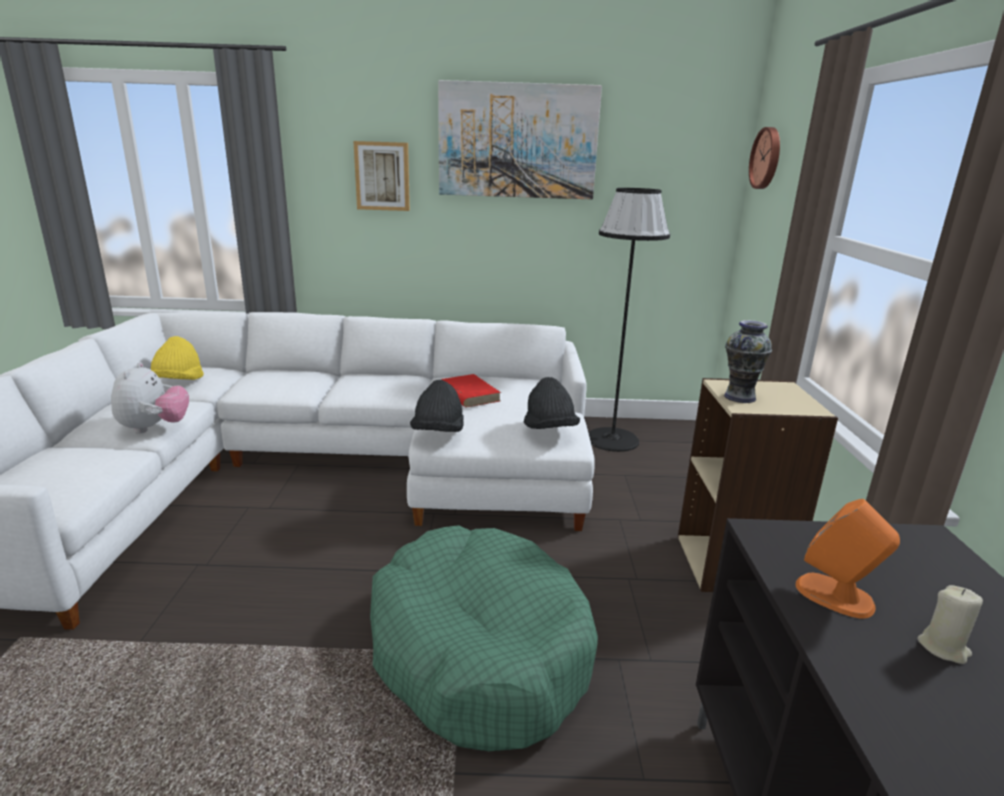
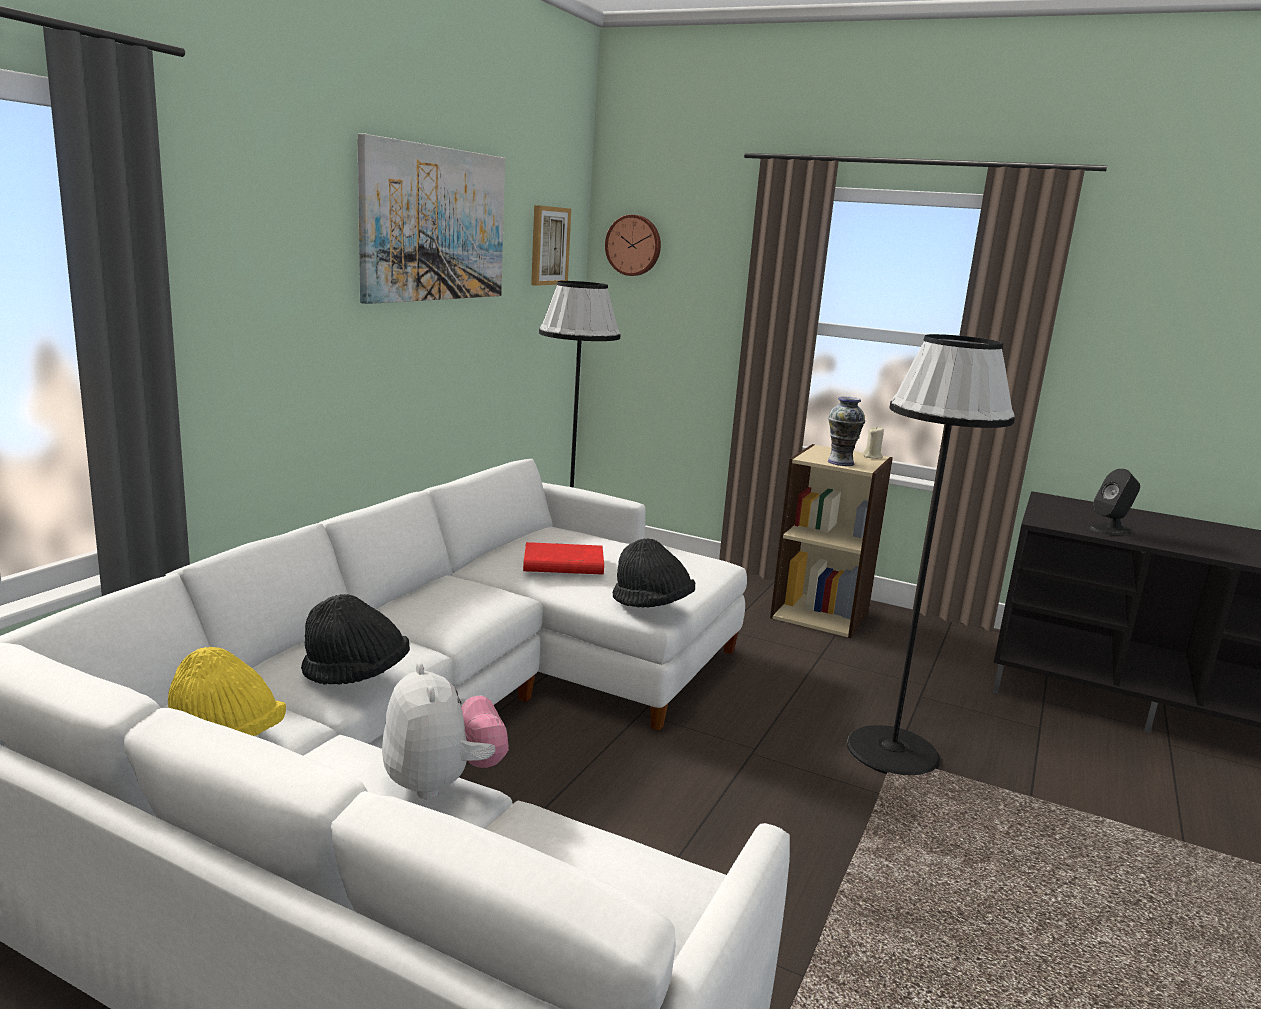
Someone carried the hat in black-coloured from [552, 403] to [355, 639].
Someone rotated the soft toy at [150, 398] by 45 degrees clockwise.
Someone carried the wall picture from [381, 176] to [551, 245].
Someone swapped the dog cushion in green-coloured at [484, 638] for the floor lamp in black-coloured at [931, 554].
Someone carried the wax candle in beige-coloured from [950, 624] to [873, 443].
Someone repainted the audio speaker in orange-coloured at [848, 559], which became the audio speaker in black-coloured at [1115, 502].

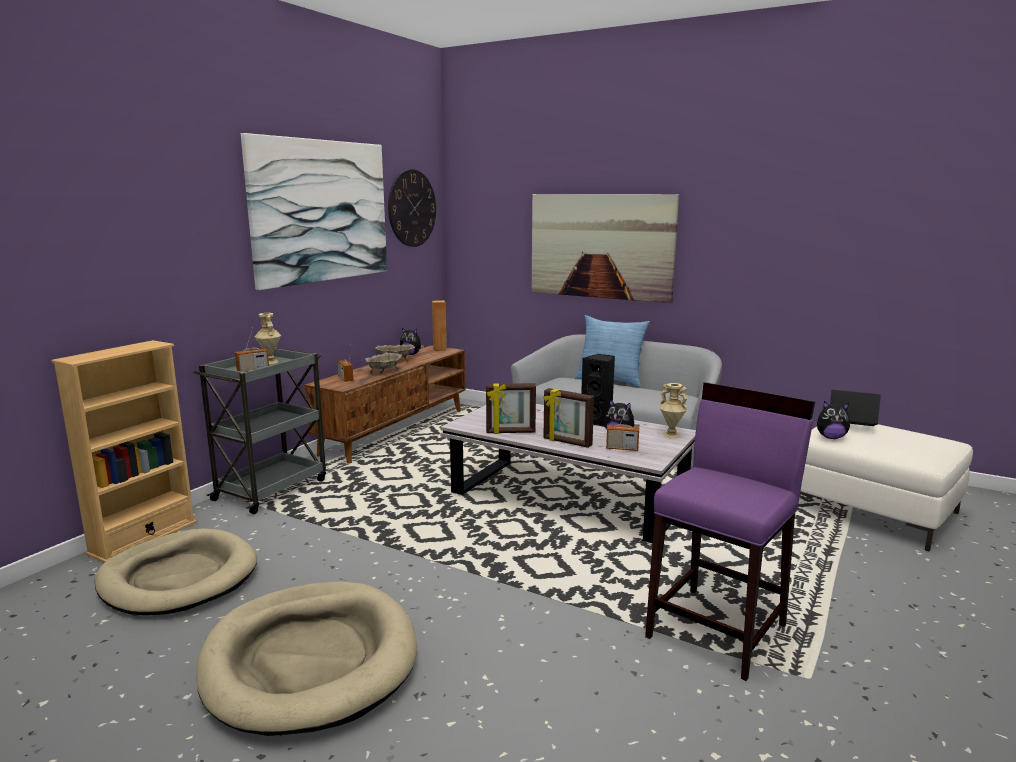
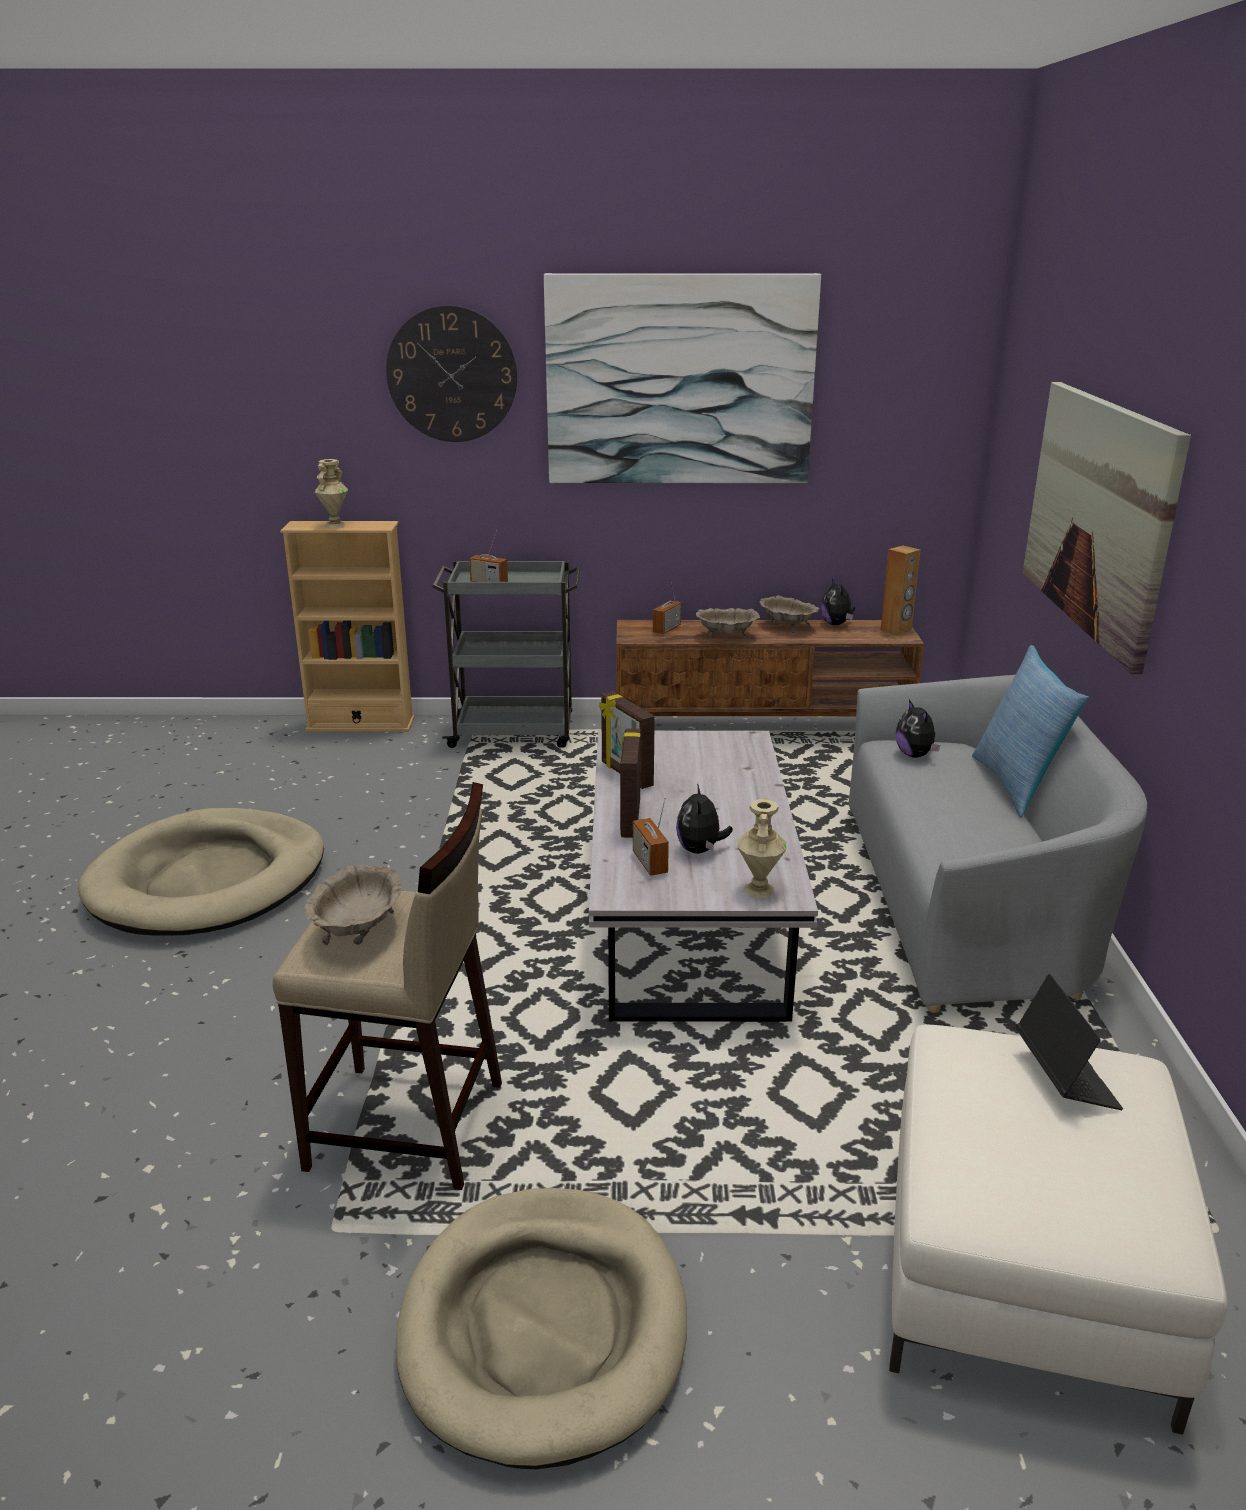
Someone repainted the stool in purple at [730, 531], which became the stool in beige-coloured at [387, 986].
Someone put down the deep dish in beige-coloured at [353, 905].
Someone carried the flower vase in beige-coloured from [268, 338] to [331, 493].
Someone carried the wall clock from [412, 208] to [451, 373].
Someone carried the dog cushion in beige-coloured from [176, 571] to [541, 1328].
Someone carried the soft toy from [833, 420] to [918, 728].
Someone took away the audio speaker in black-coloured at [598, 390].

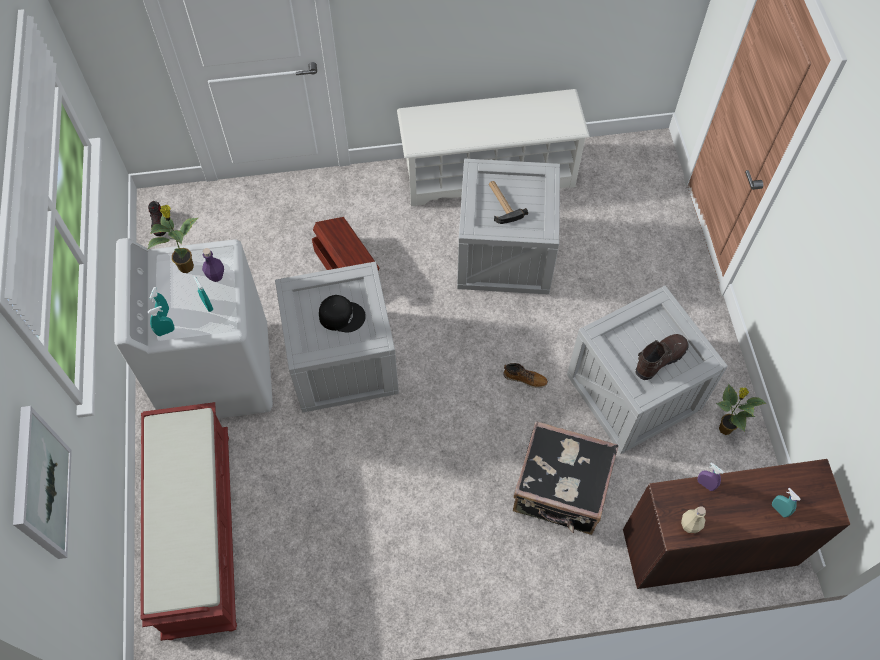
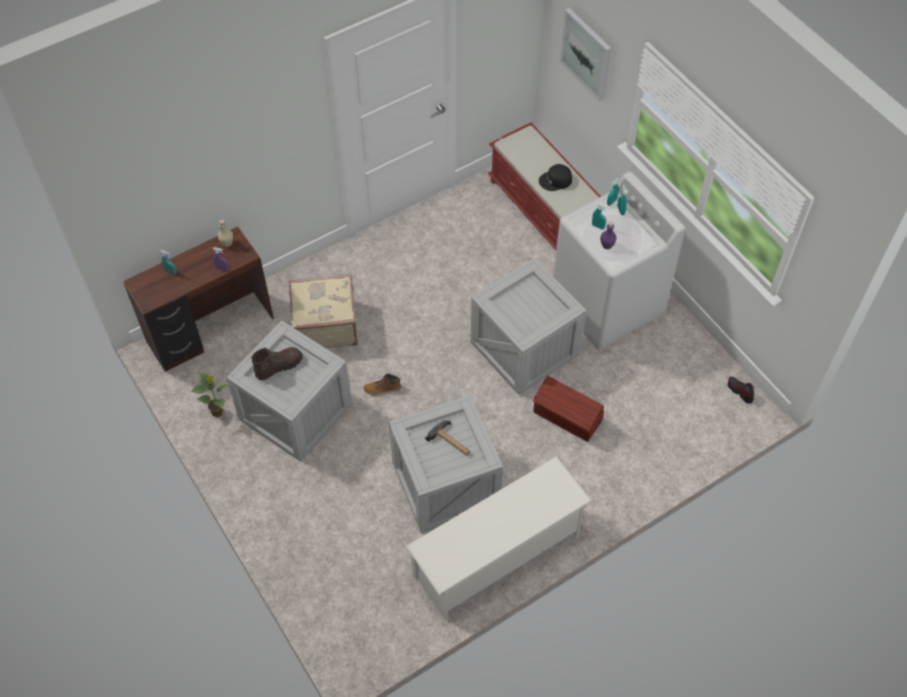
Someone rotated the high-top boot in brownish at [662, 357] by 150 degrees counterclockwise.
Someone repainted the suitcase in black-coloured at [565, 478], which became the suitcase in beige-coloured at [323, 311].
Someone carried the peaked cap in black-coloured from [342, 313] to [555, 177].
Someone took away the houseplant at [172, 239].

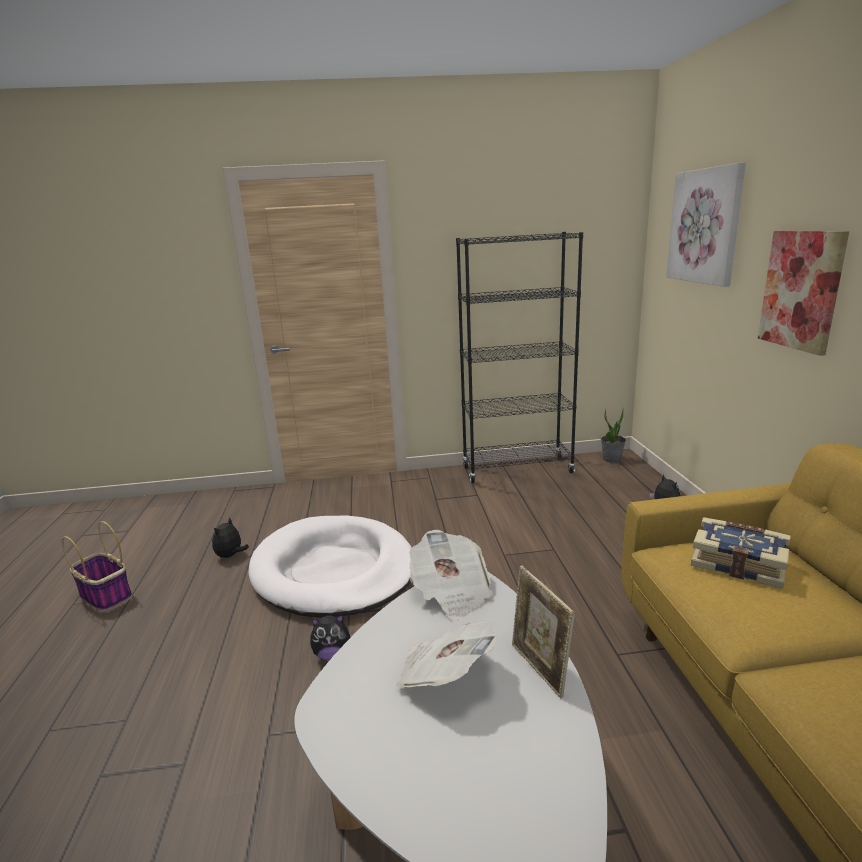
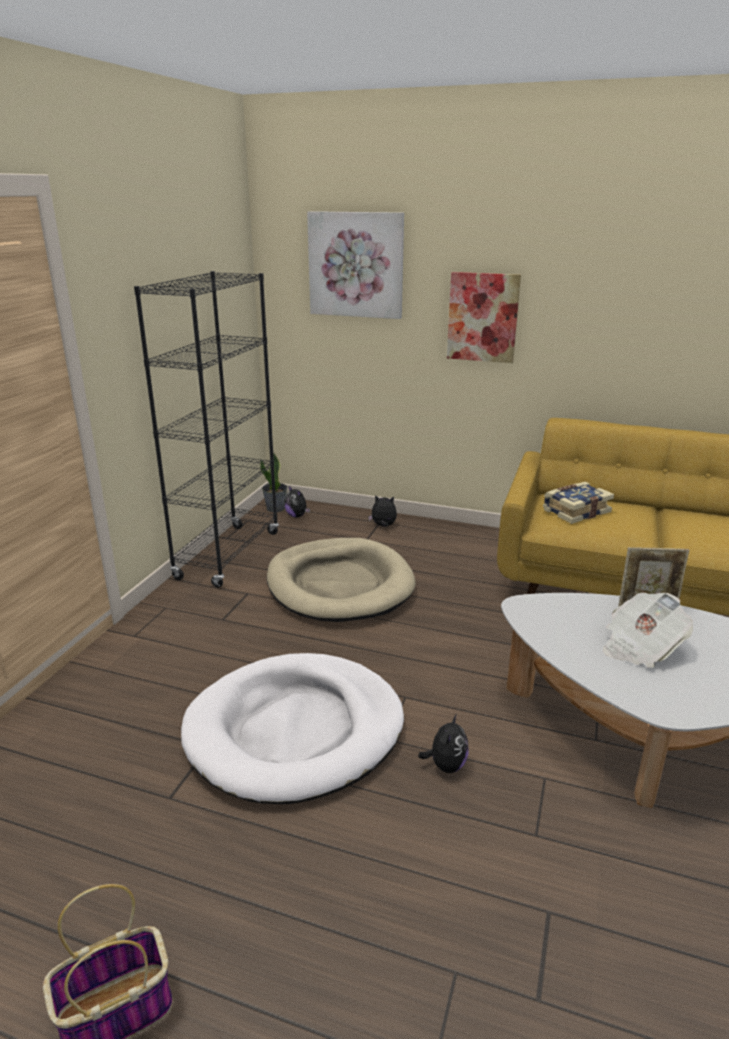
Someone put down the dog cushion in beige-coloured at [341, 580].
Someone carried the soft toy from [230, 537] to [297, 502].
Someone took away the newspaper at [451, 575].

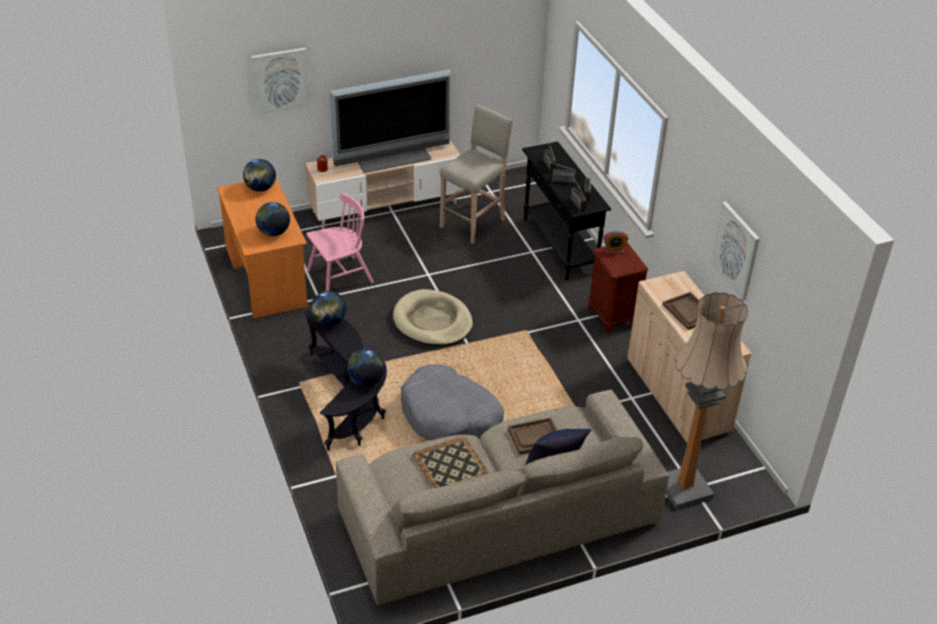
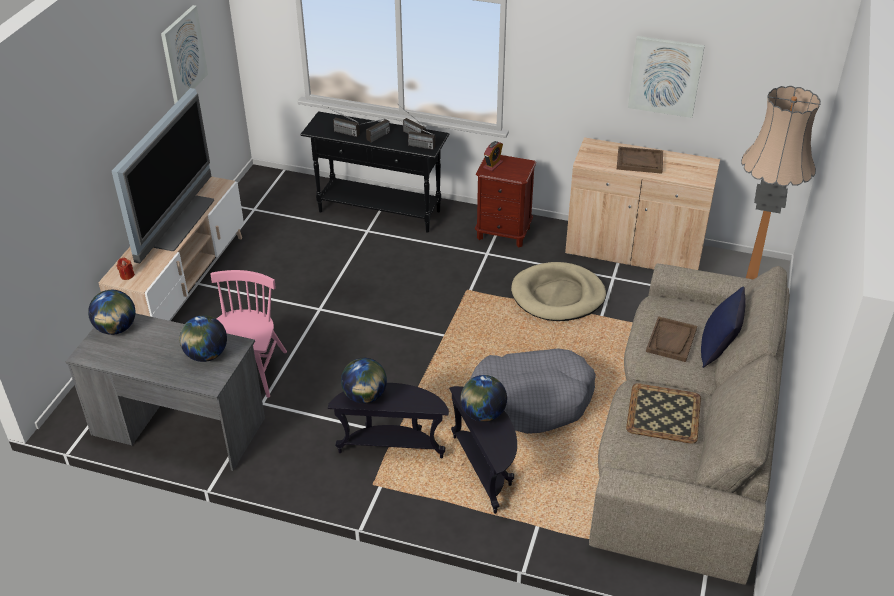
Someone repainted the desk in orange-coloured at [262, 248], which became the desk in greyish at [165, 392].
Someone carried the wall picture from [280, 81] to [184, 54].
Someone carried the dog cushion in beige-coloured from [433, 317] to [558, 291].
Someone took away the stool in beige-coloured at [476, 174].

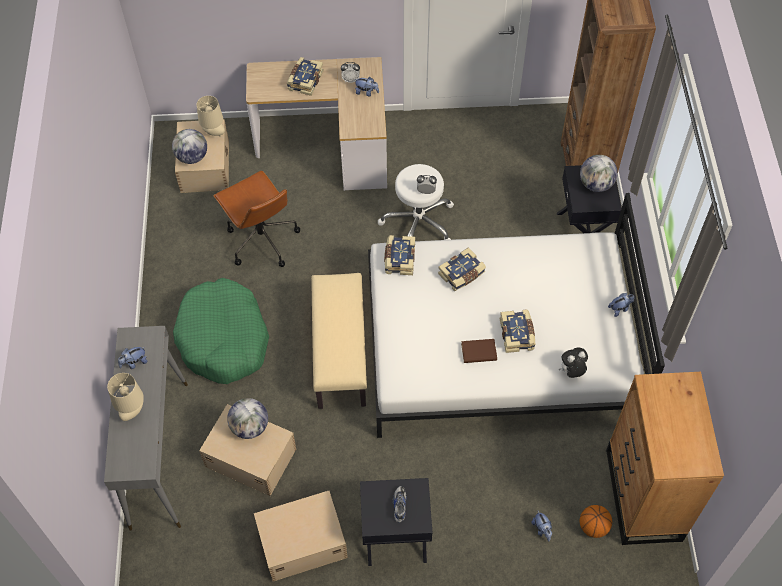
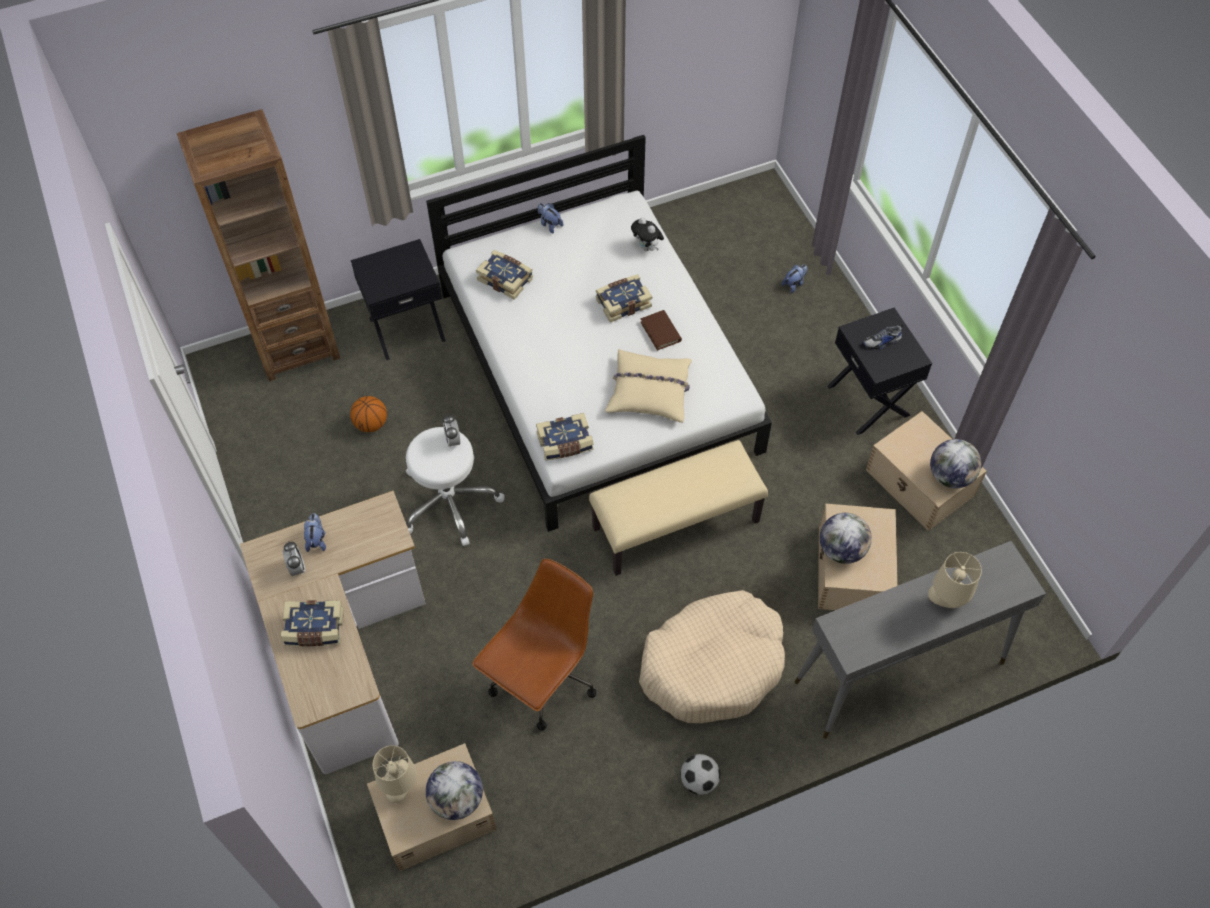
Someone carried the basketball from [595, 521] to [368, 414].
Someone carried the volume from [462, 269] to [504, 275].
Someone put down the pillow in beige-coloured at [648, 386].
Someone repainted the dog cushion in green-coloured at [221, 331], which became the dog cushion in beige-coloured at [712, 656].
Someone put down the football ball at [700, 774].
Someone carried the world globe from [599, 173] to [955, 463].
Someone took away the soft toy at [133, 358].
Someone took away the dresser in brownish at [665, 458].

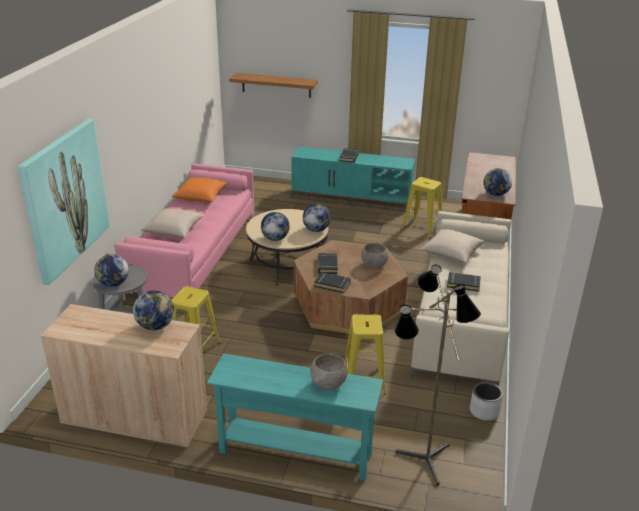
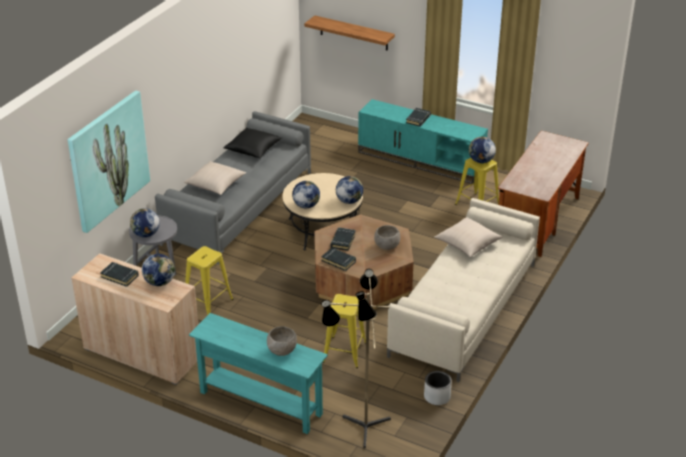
Someone carried the volume in black-coloured from [464, 282] to [119, 274].
Someone repainted the sofa in pink-coloured at [184, 231], which became the sofa in greyish at [233, 188].
Someone repainted the pillow in orange-coloured at [200, 190], which became the pillow in black-coloured at [252, 143].
Someone carried the world globe from [497, 182] to [482, 150].

